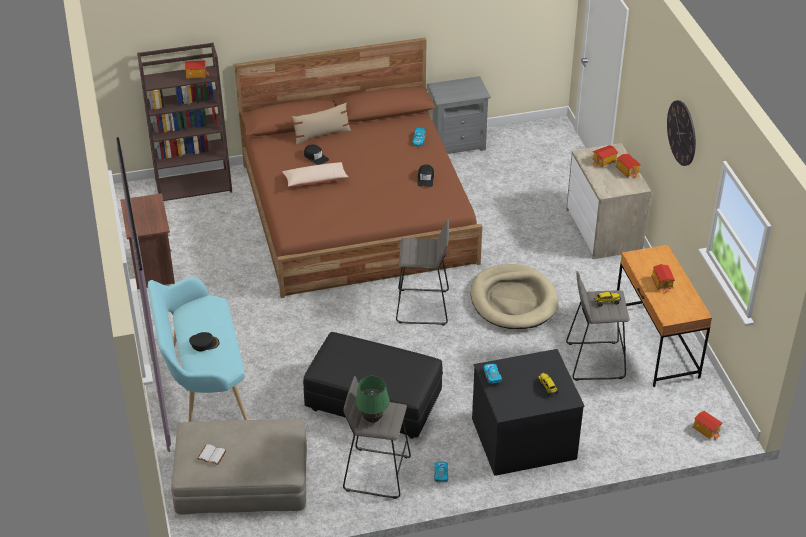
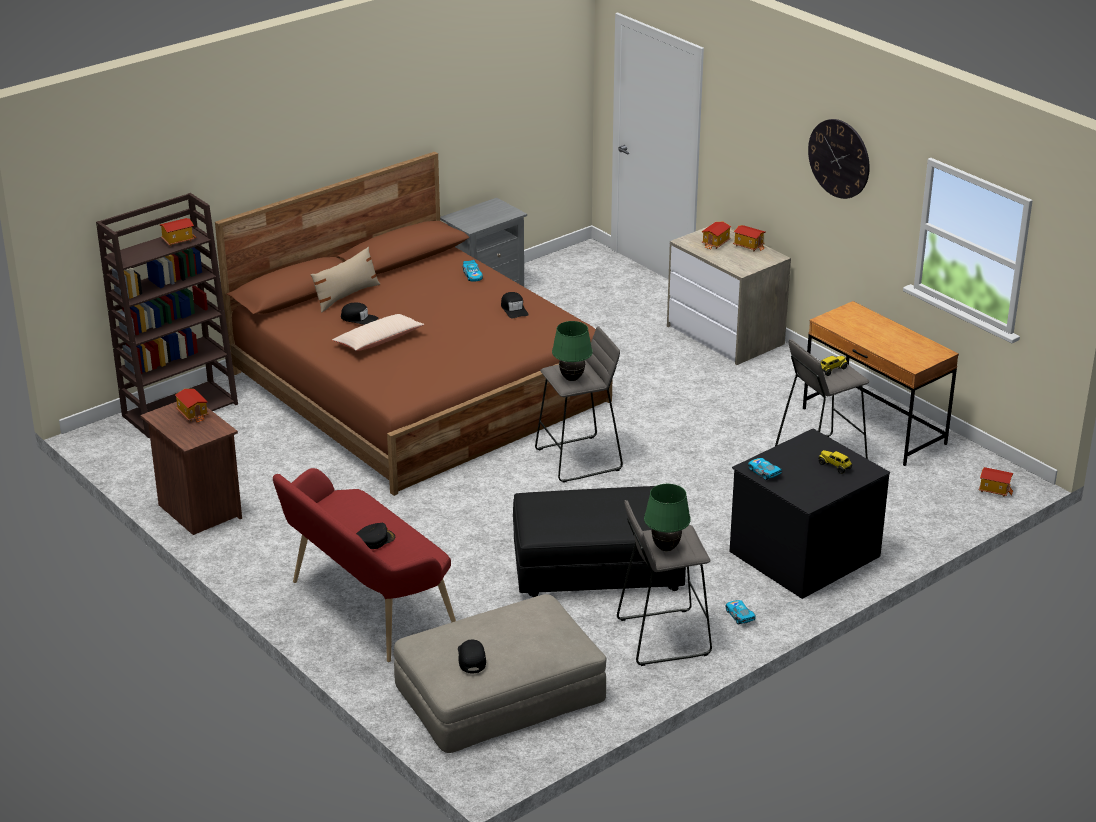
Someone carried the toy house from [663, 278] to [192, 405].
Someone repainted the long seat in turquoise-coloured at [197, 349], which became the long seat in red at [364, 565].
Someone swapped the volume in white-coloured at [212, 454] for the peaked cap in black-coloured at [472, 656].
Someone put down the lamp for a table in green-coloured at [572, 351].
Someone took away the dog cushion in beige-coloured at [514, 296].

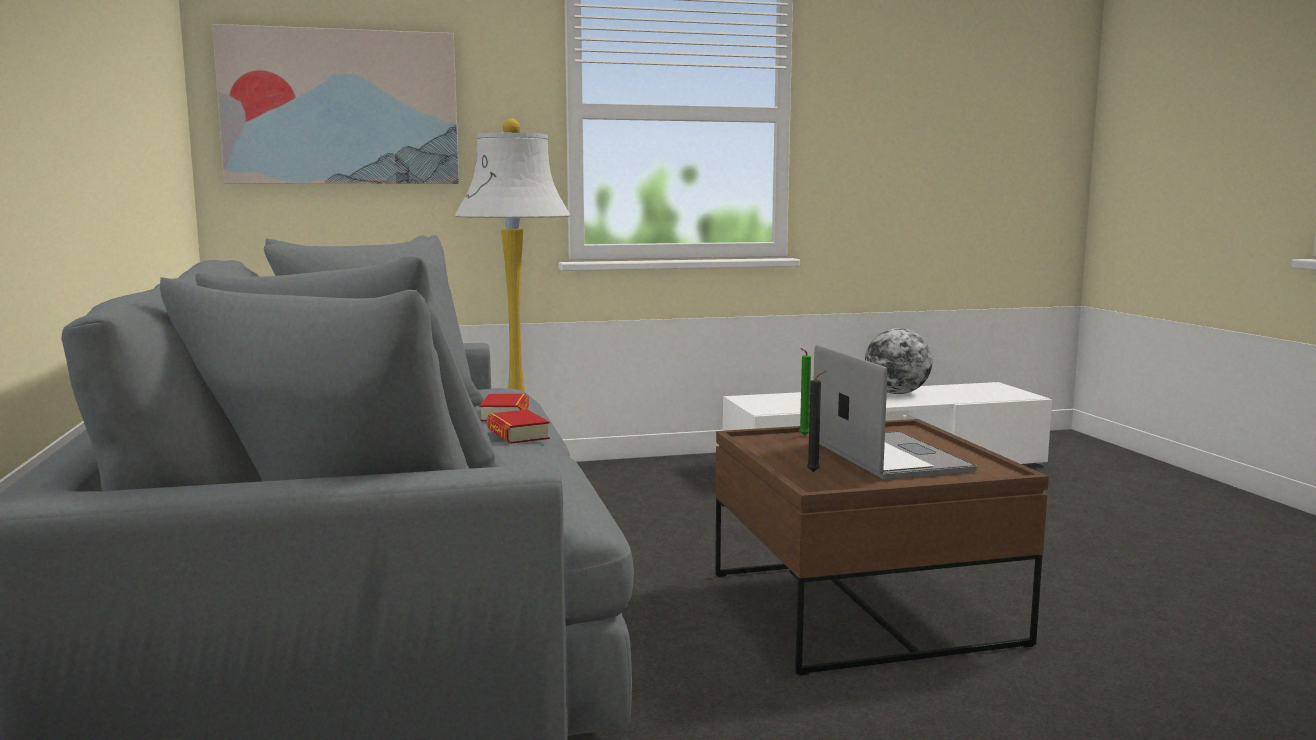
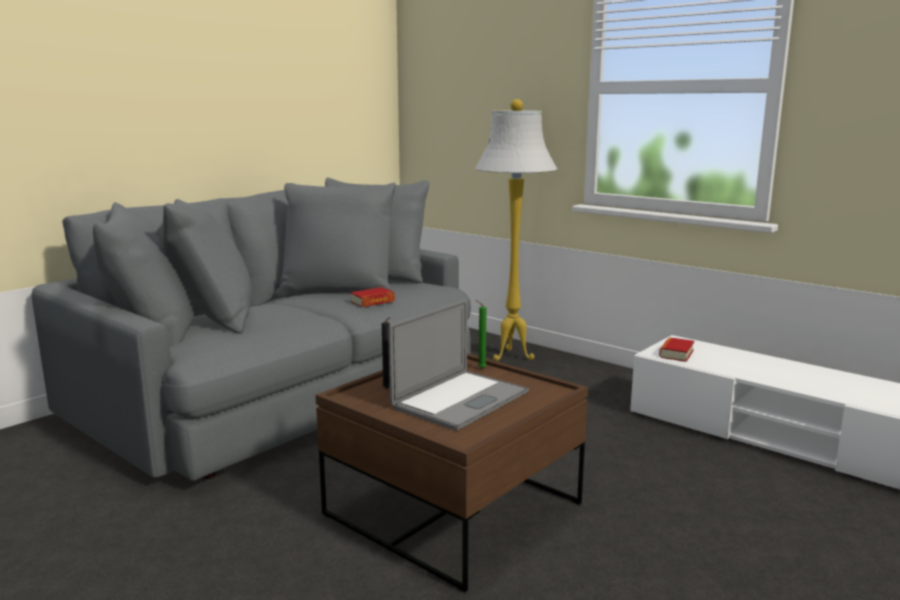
Someone carried the volume from [518, 427] to [676, 349].
Someone took away the wall picture at [335, 104].
Someone took away the world globe at [898, 361].

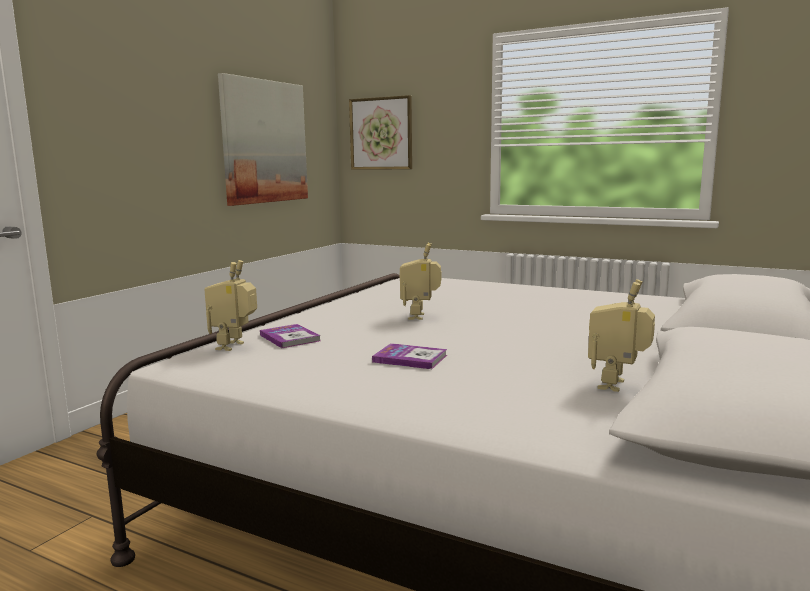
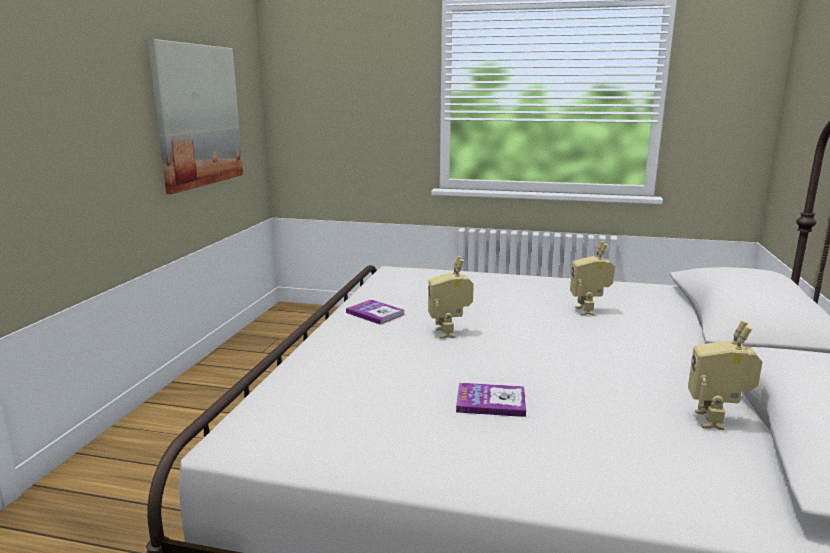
Someone carried the volume from [290, 336] to [375, 312].
Someone carried the toy robot from [230, 305] to [592, 278].
Someone took away the wall picture at [380, 132].

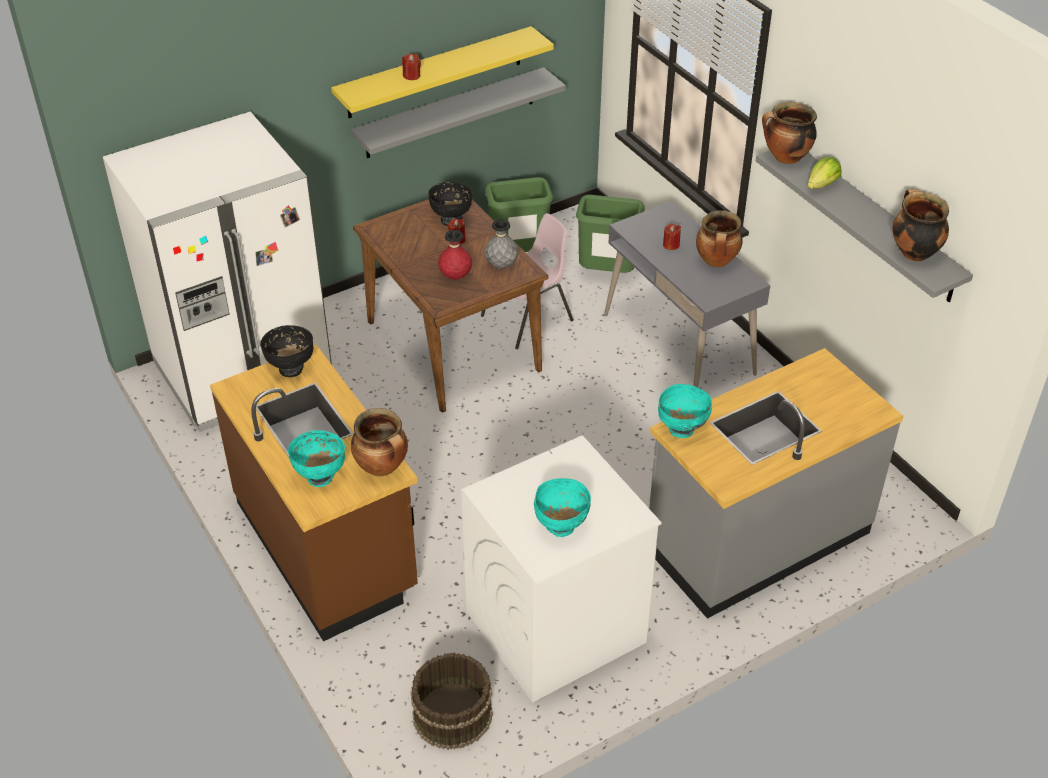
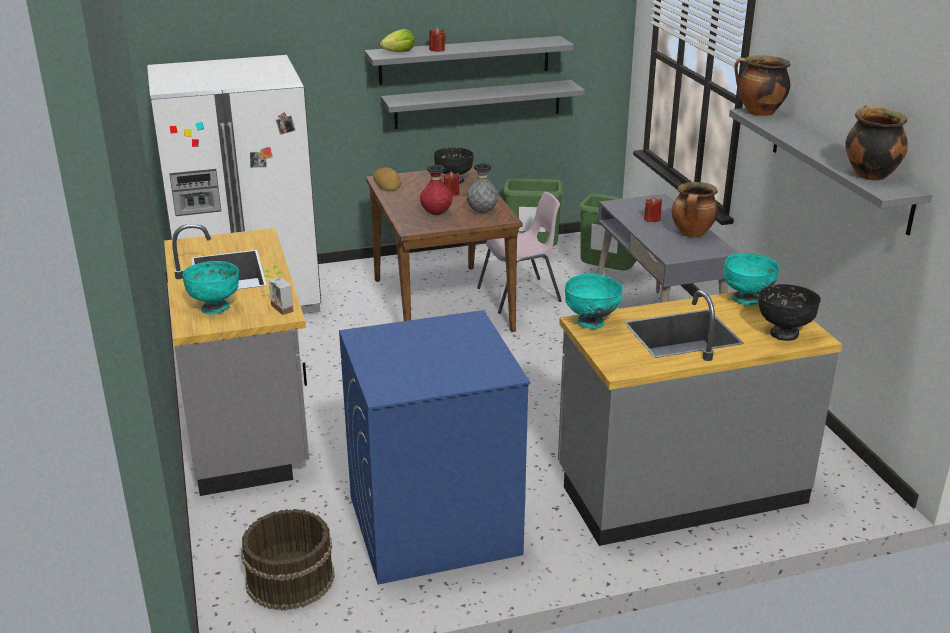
Someone repainted the kitchen base unit in brownish at [314, 493], which became the kitchen base unit in greyish at [236, 360].
Someone swapped the saucepot at [379, 442] for the houseplant at [279, 290].
Someone repainted the washing machine in white-coloured at [561, 569], which became the washing machine in blue-coloured at [434, 447].
Someone repainted the wall shelf in yellow-coloured at [442, 72], which became the wall shelf in greyish at [469, 60].
Someone put down the baked bread at [387, 179].
Someone carried the lettuce head from [824, 173] to [397, 40].
Someone carried the deep dish in turquoise-coloured from [562, 507] to [751, 279].
Someone carried the deep dish in black-coloured from [286, 351] to [789, 312].

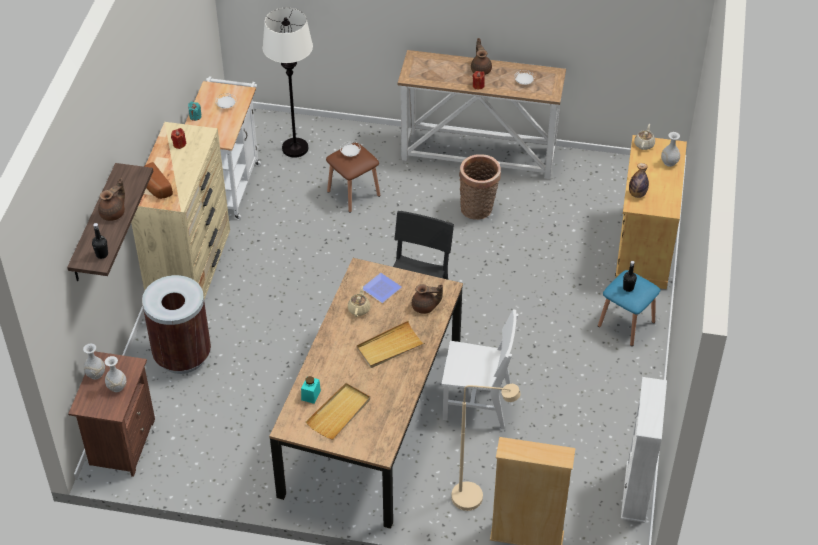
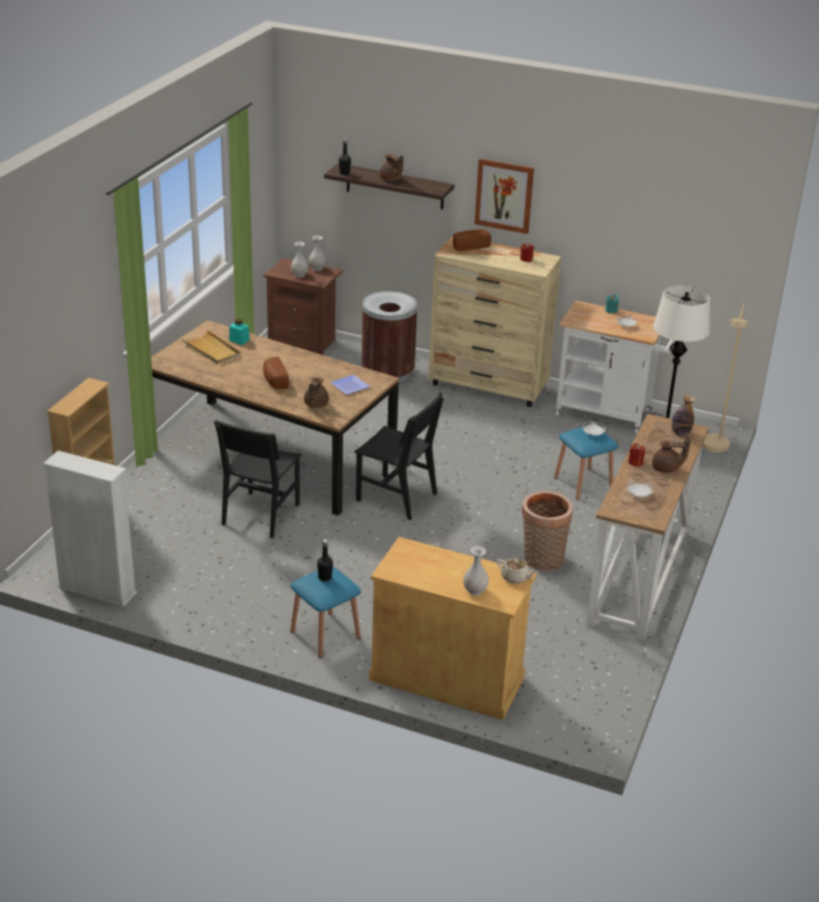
Someone repainted the plain chair in white-coloured at [479, 368], which became the plain chair in black-coloured at [258, 479].
Someone swapped the carrying tray in beige-coloured at [390, 344] for the baked bread at [276, 373].
Someone put up the wall picture at [504, 196].
Someone repainted the stool in brownish at [353, 177], which became the stool in blue-coloured at [586, 463].
Someone carried the beverage bottle from [639, 180] to [683, 415].
Someone carried the floor lamp in beige-coloured from [486, 447] to [725, 378].
Someone took away the teapot in beige-coloured at [359, 301].

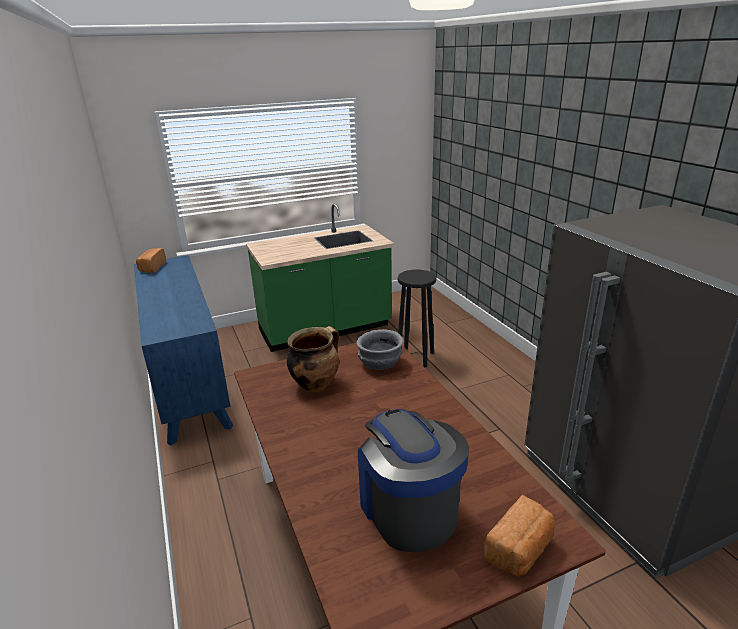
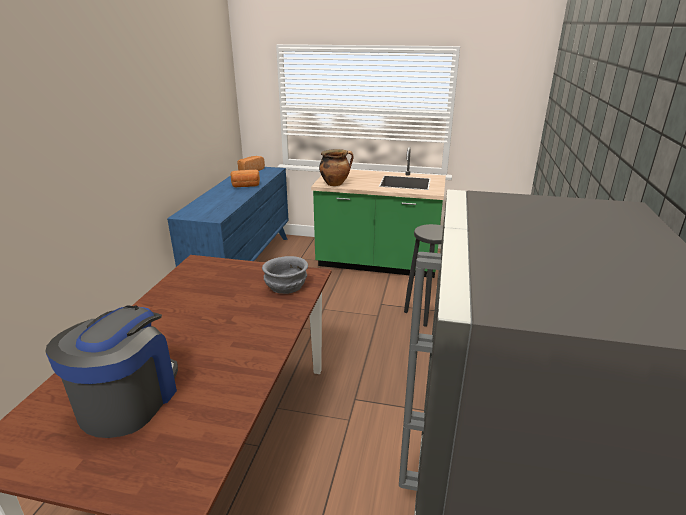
Someone carried the baked bread from [519, 535] to [245, 178].
Someone carried the saucepot from [313, 359] to [336, 167].

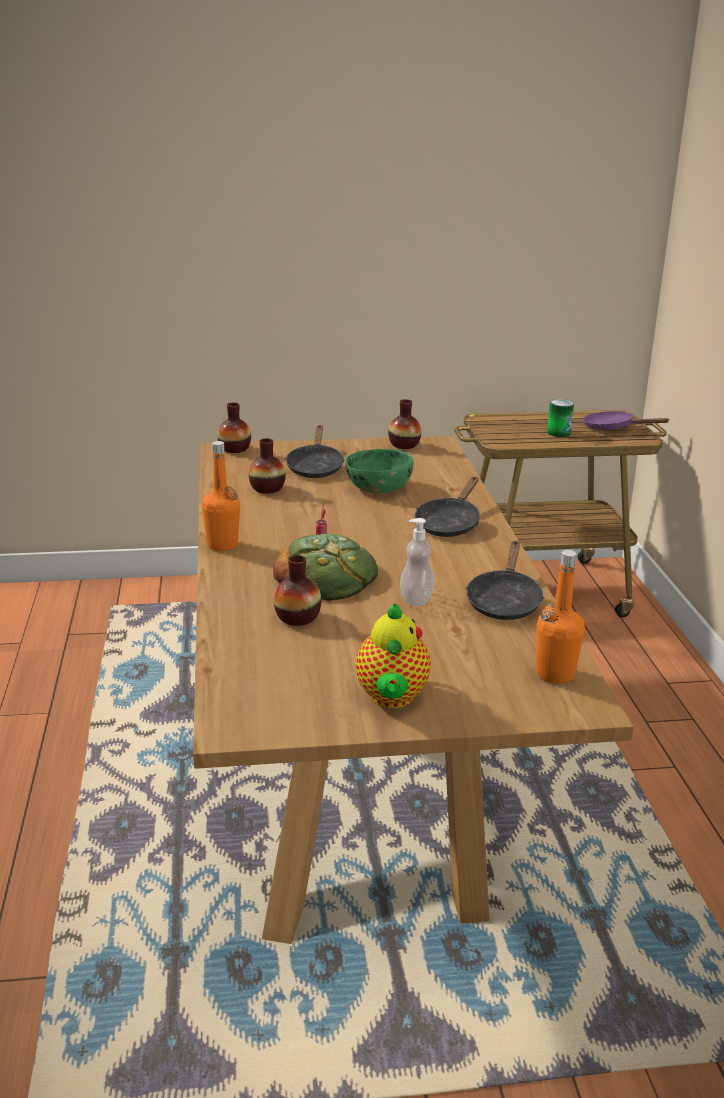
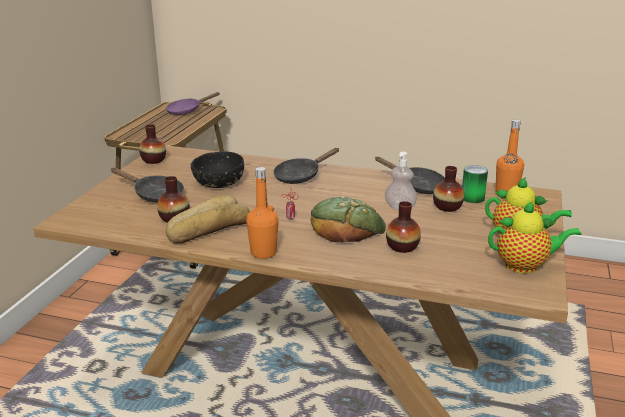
Someone put down the baked bread at [208, 220].
Someone repainted the deep dish in green-coloured at [379, 471], which became the deep dish in black-coloured at [217, 169].
Someone rotated the skillet in black-coloured at [447, 507] by 90 degrees clockwise.
Someone carried the flower vase from [234, 428] to [448, 189].
Someone carried the sealed can from [560, 418] to [475, 184].
Someone put down the teapot at [534, 237].

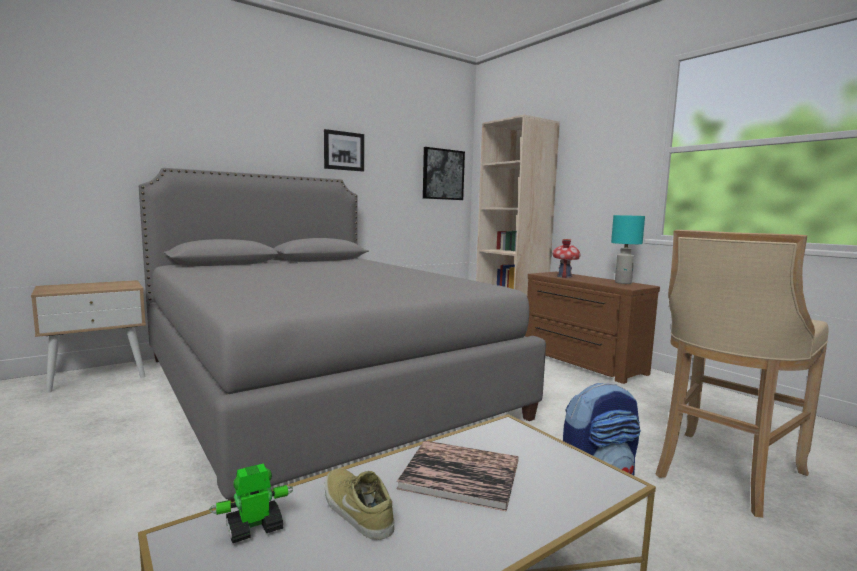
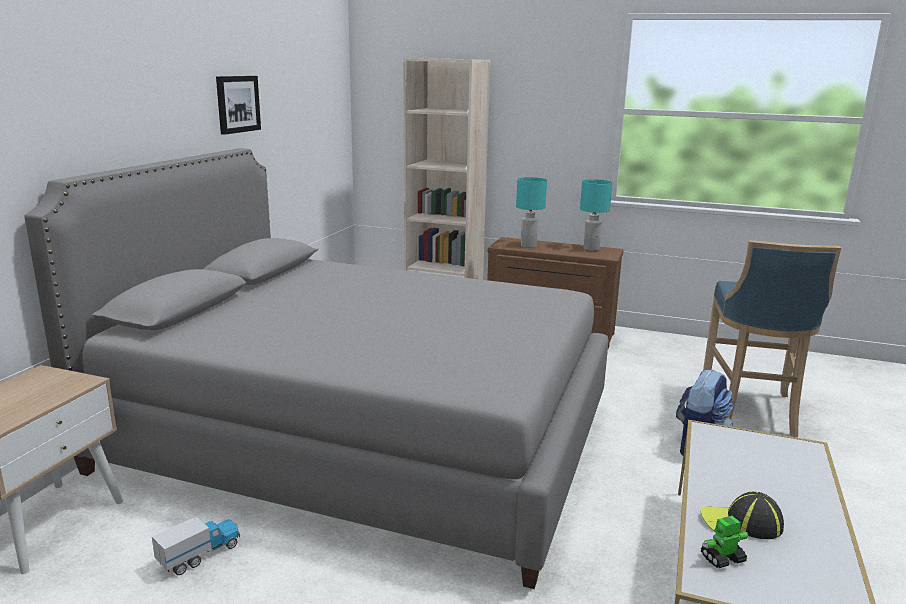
Someone put down the toy lorry at [196, 546].
Someone swapped the toy house at [566, 258] for the lamp for a table in turquoise-coloured at [531, 212].
Someone swapped the low shoe in beige-coloured at [359, 504] for the peaked cap at [742, 515].
Someone rotated the toy robot at [251, 503] by 45 degrees clockwise.
Someone repainted the stool in beige-coloured at [742, 374], which became the stool in blue-coloured at [772, 338].
Someone took away the volume at [457, 475].
Someone took away the wall picture at [444, 173].

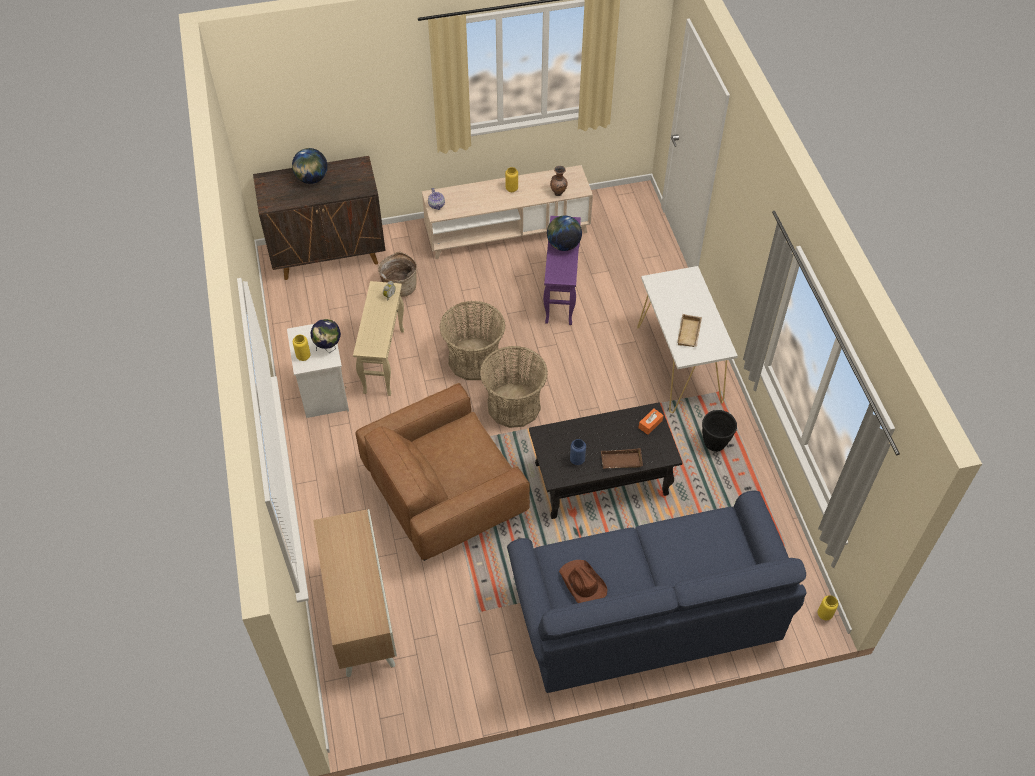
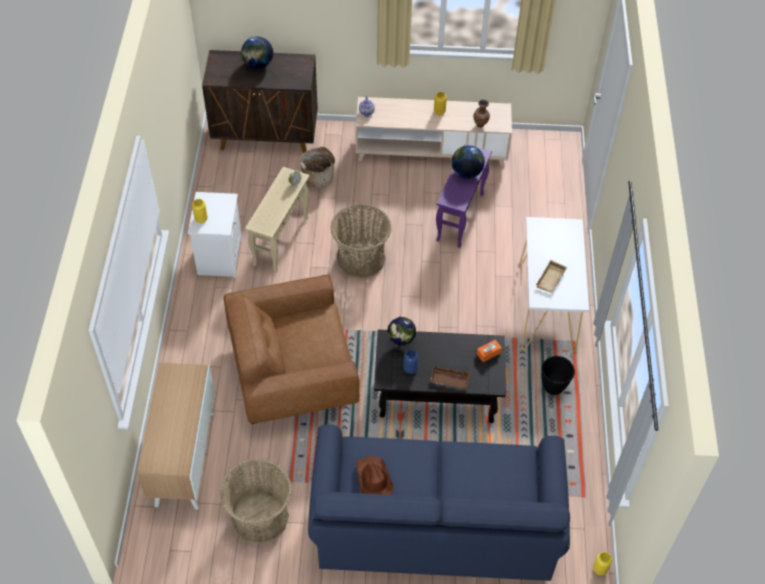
Someone carried the basket from [514, 387] to [256, 501].
Someone carried the world globe from [326, 336] to [402, 333].

